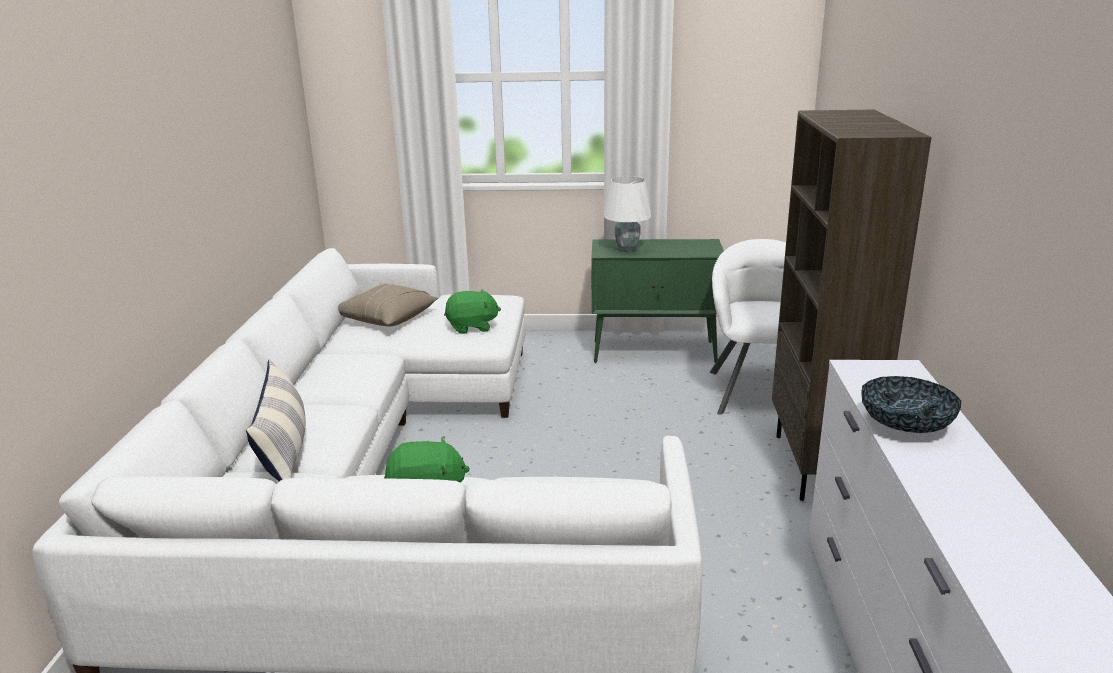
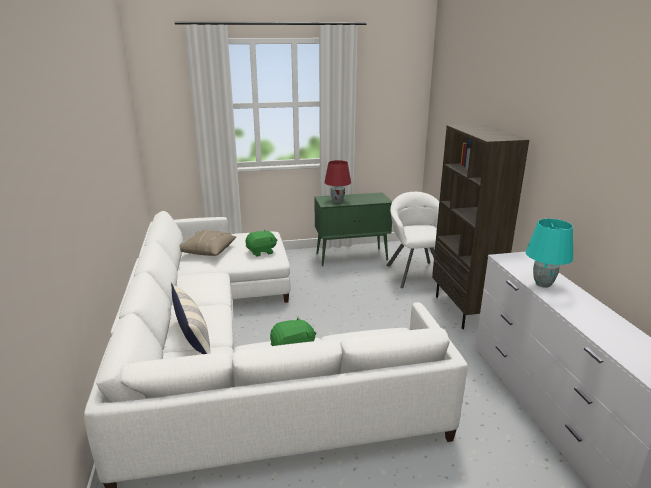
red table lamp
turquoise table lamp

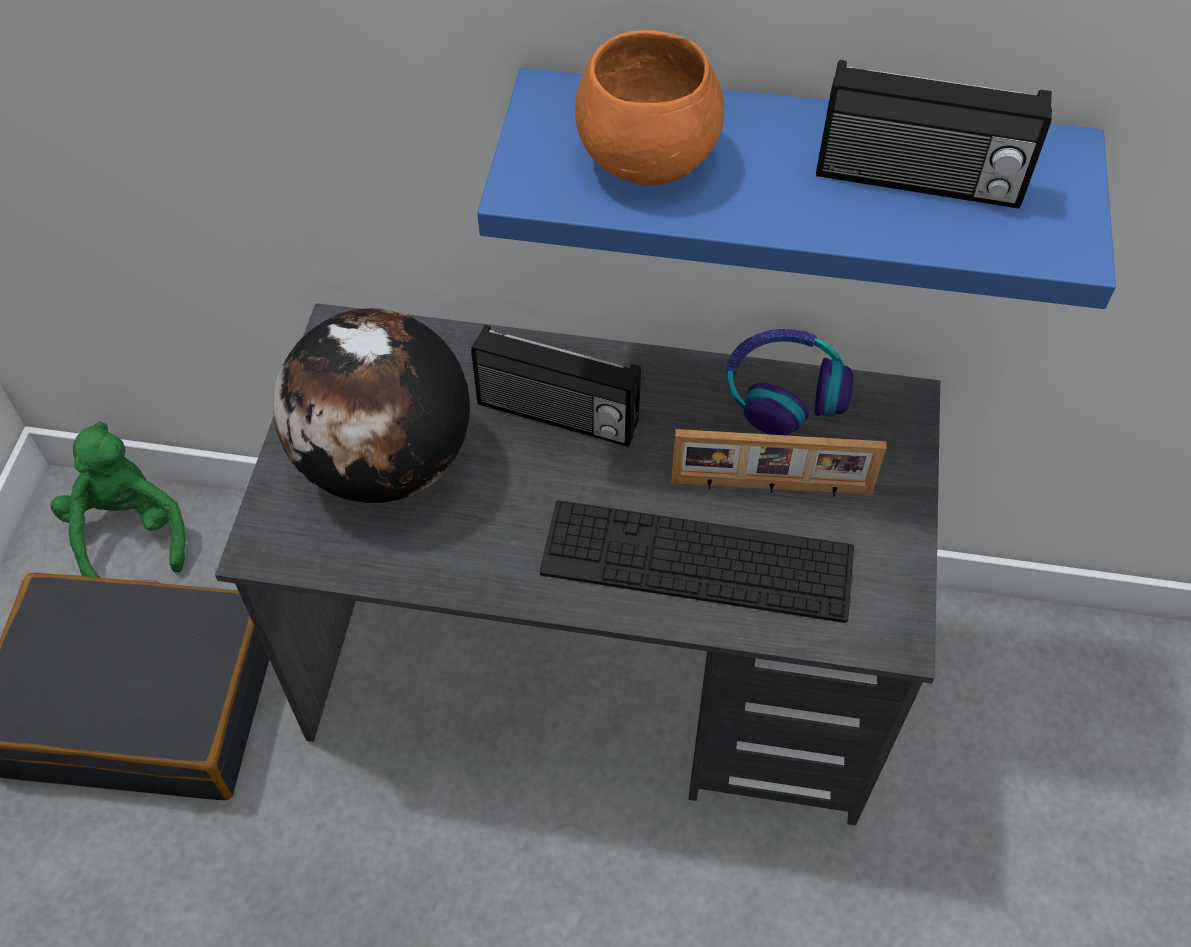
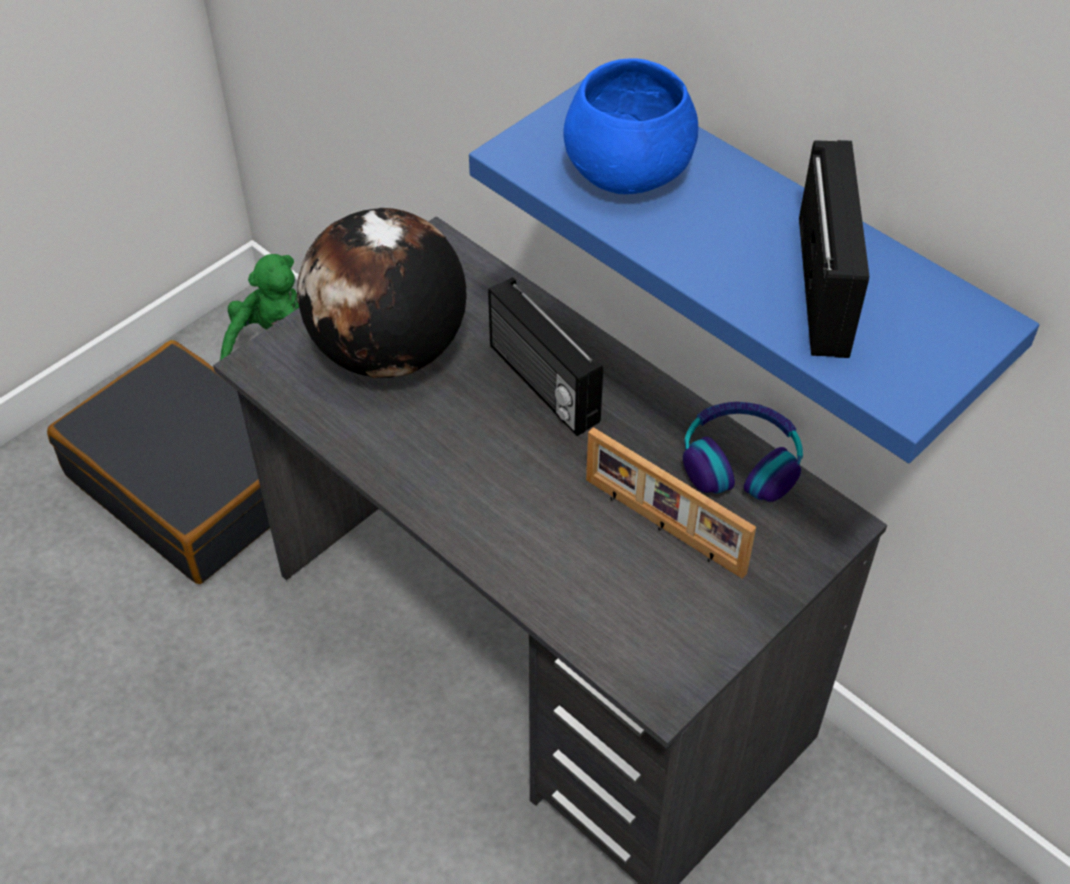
keyboard
blue bowl
radio (no. 2 from left)

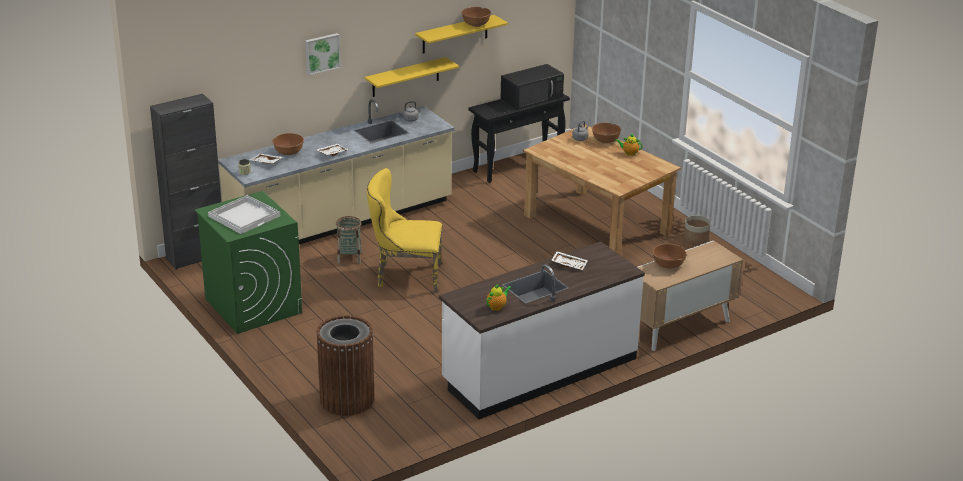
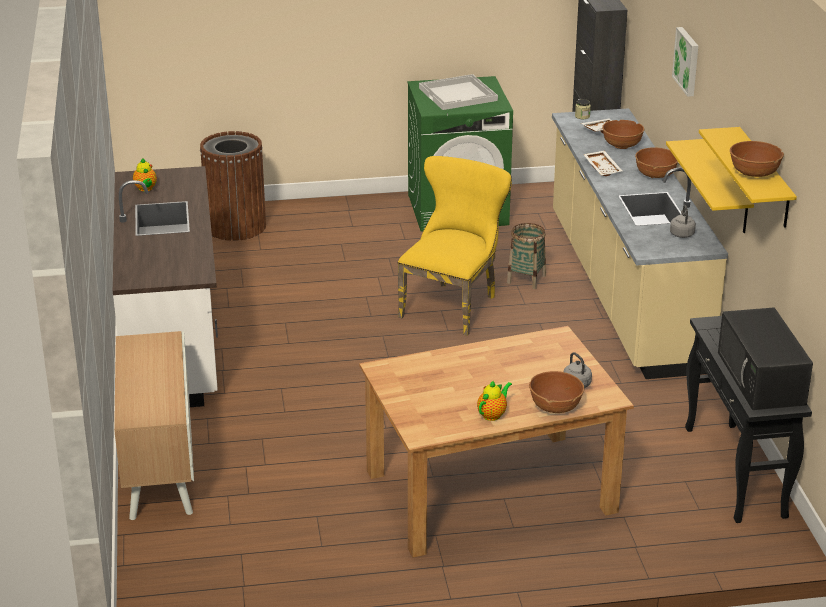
white tray (no. 4 from left in the first image)
brown bowl (no. 3 from left)
planter

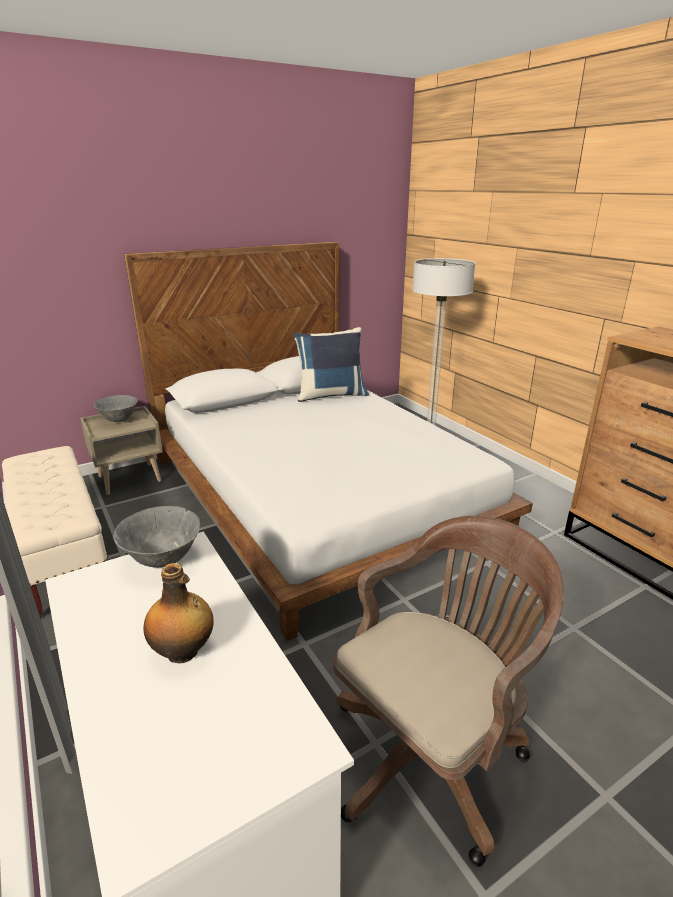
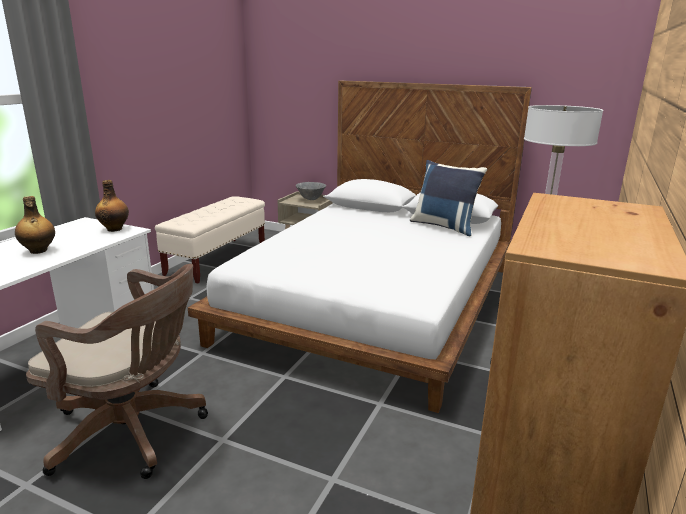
bottle (no. 2 from left)

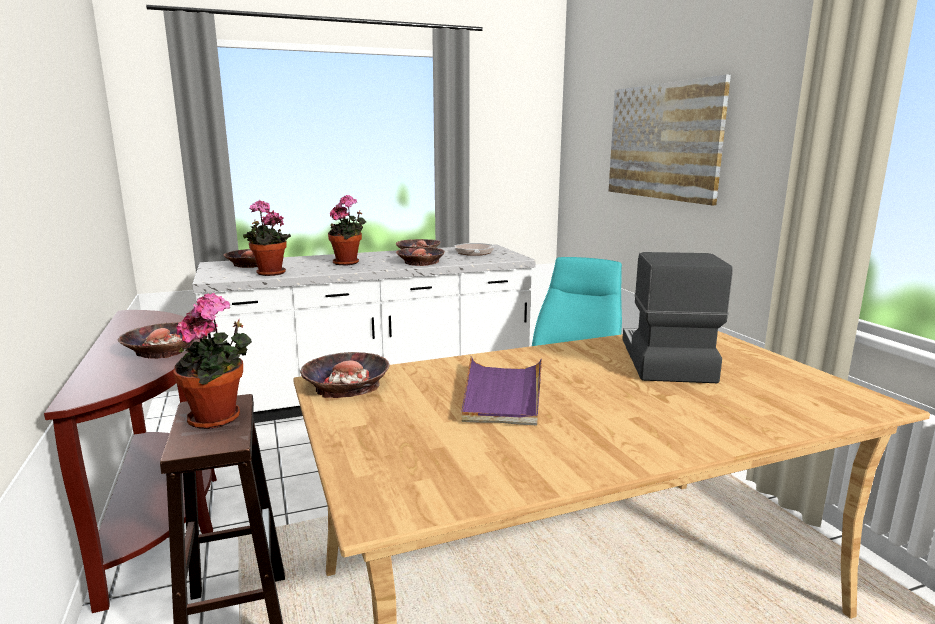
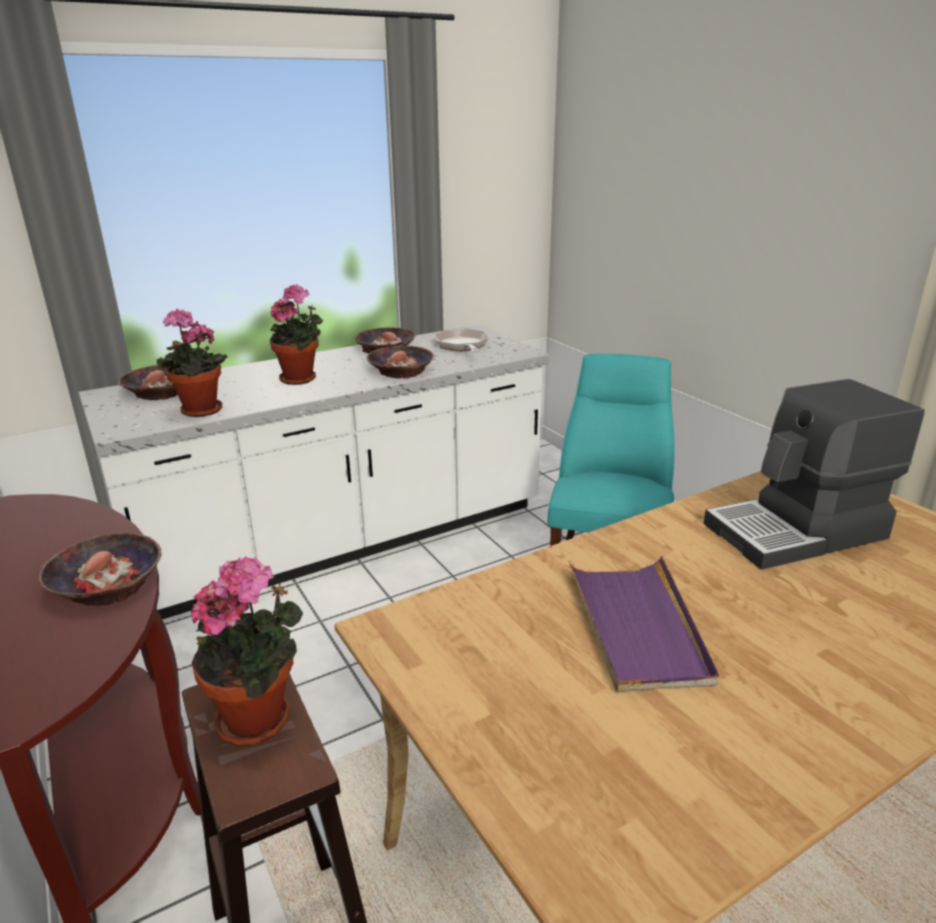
bowl (no. 3 from left in the first image)
picture
coffee machine

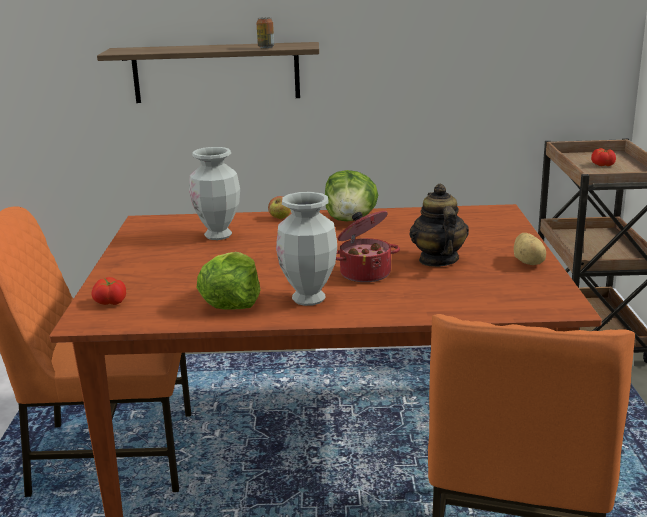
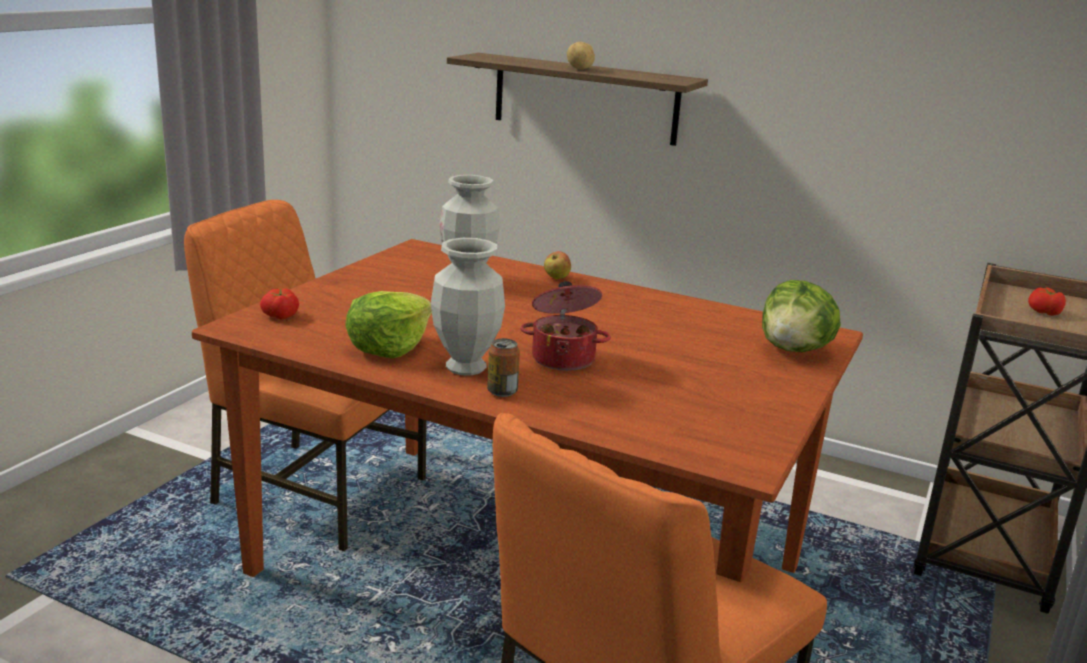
can
lettuce (no. 2 from left)
teapot
potato

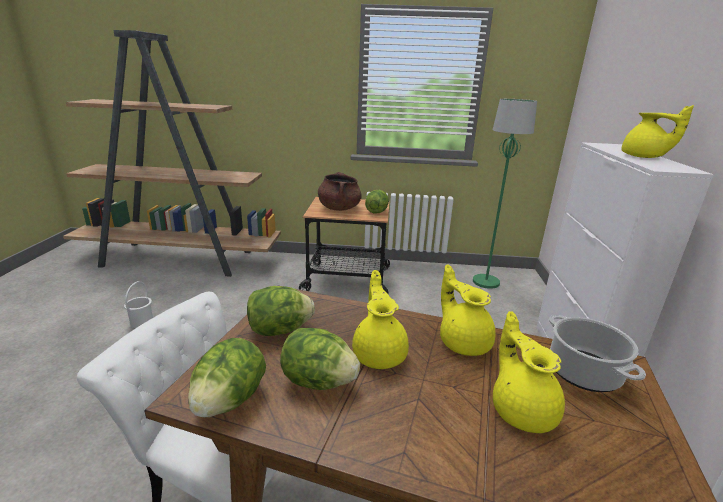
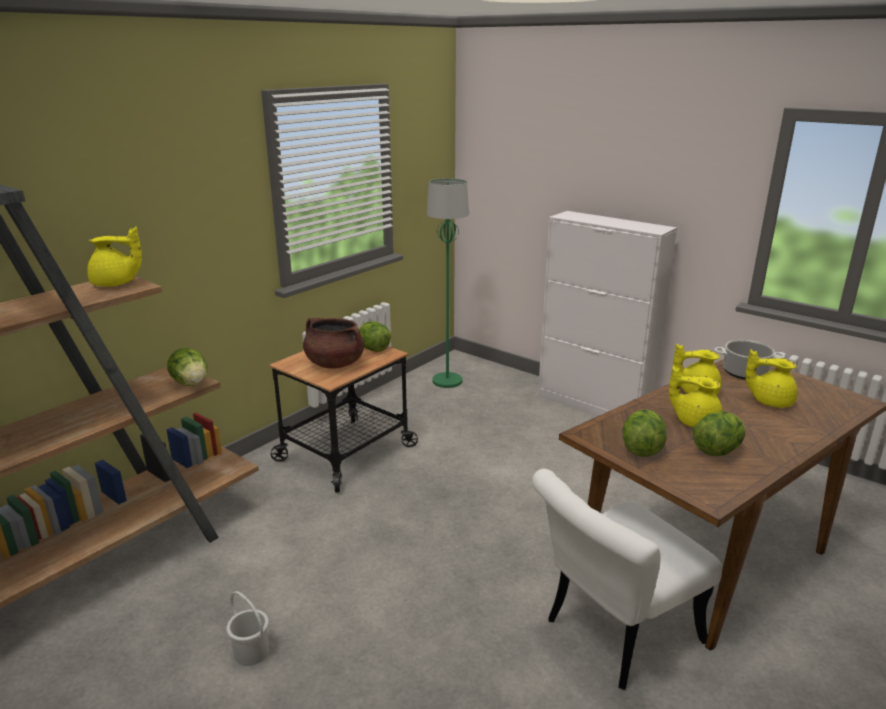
lettuce (no. 1 from left)
yellow teapot (no. 1 from left)

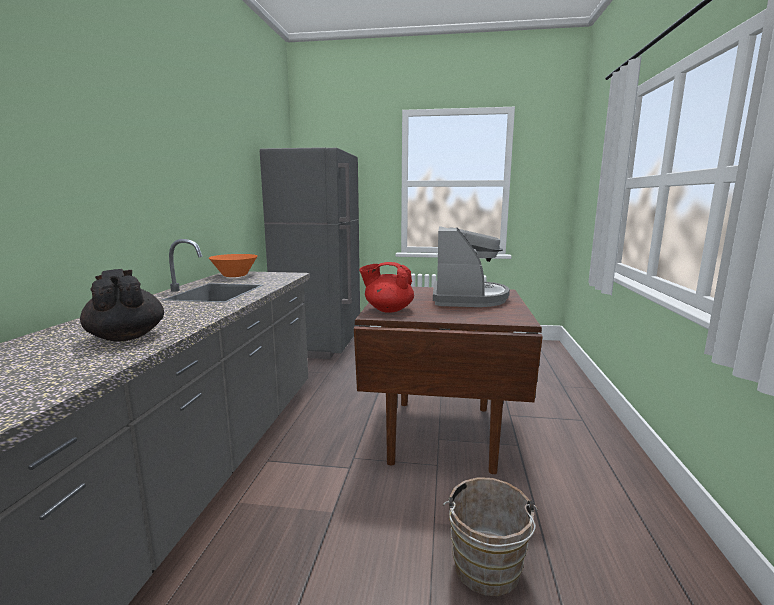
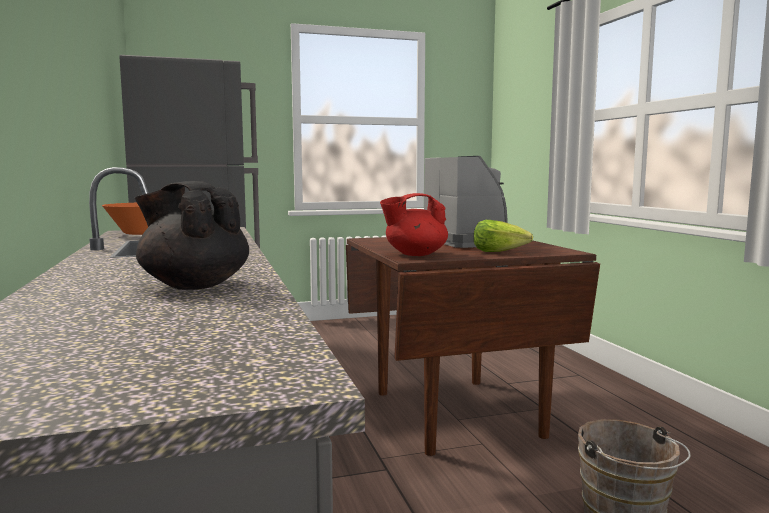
lettuce

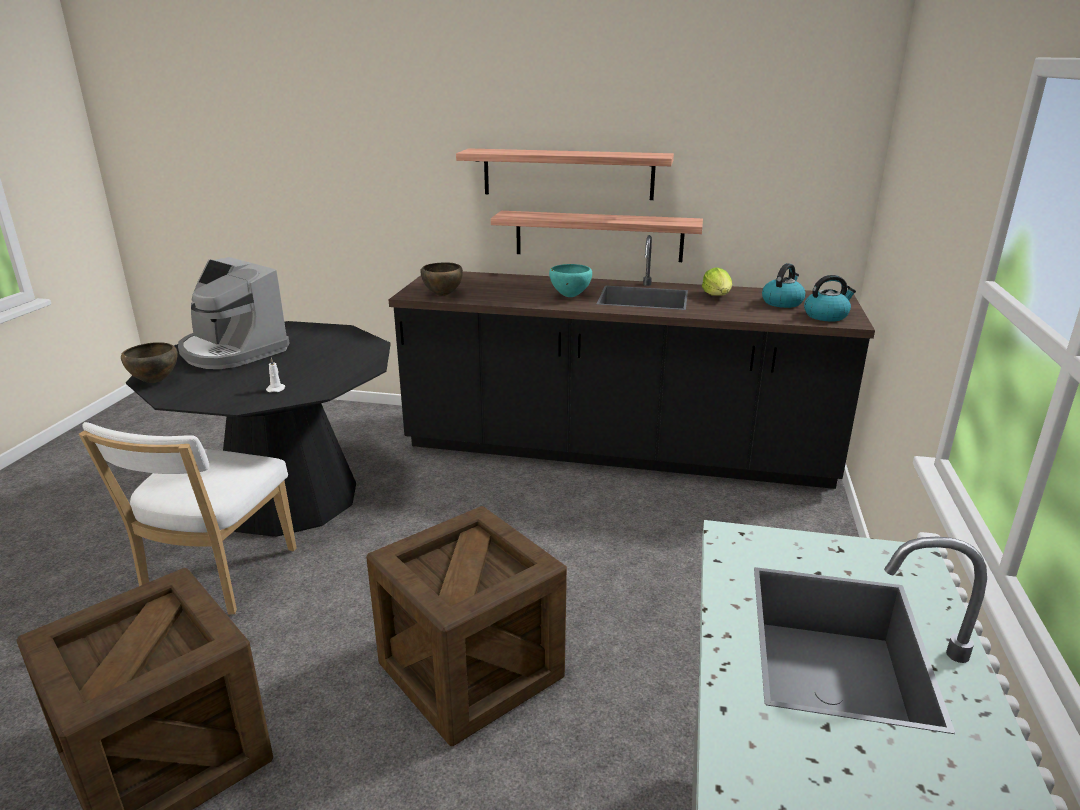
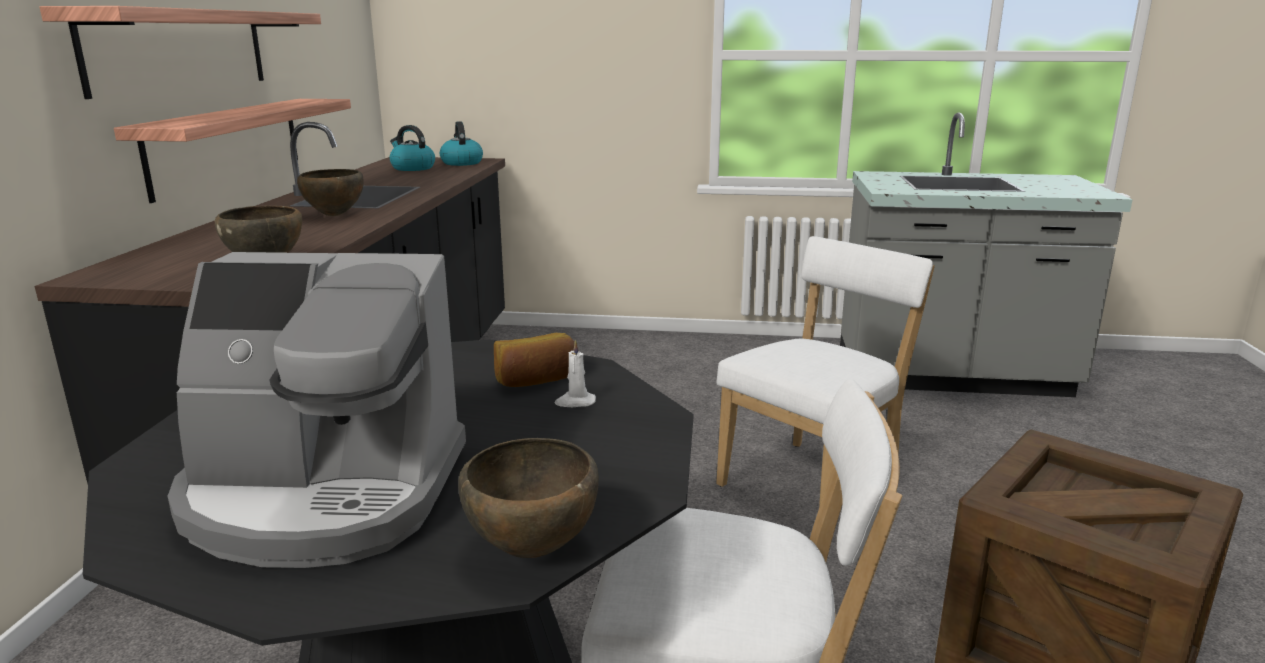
coffee machine
white chair (no. 2 from left)
brown bowl (no. 2 from left)
lettuce
bread

